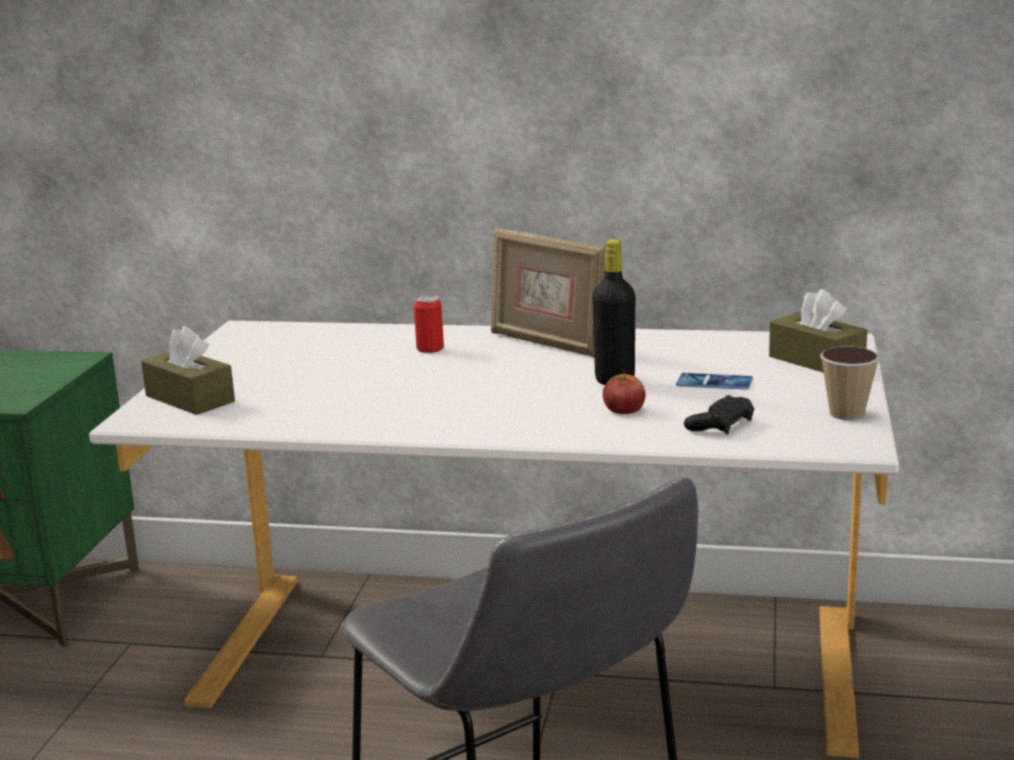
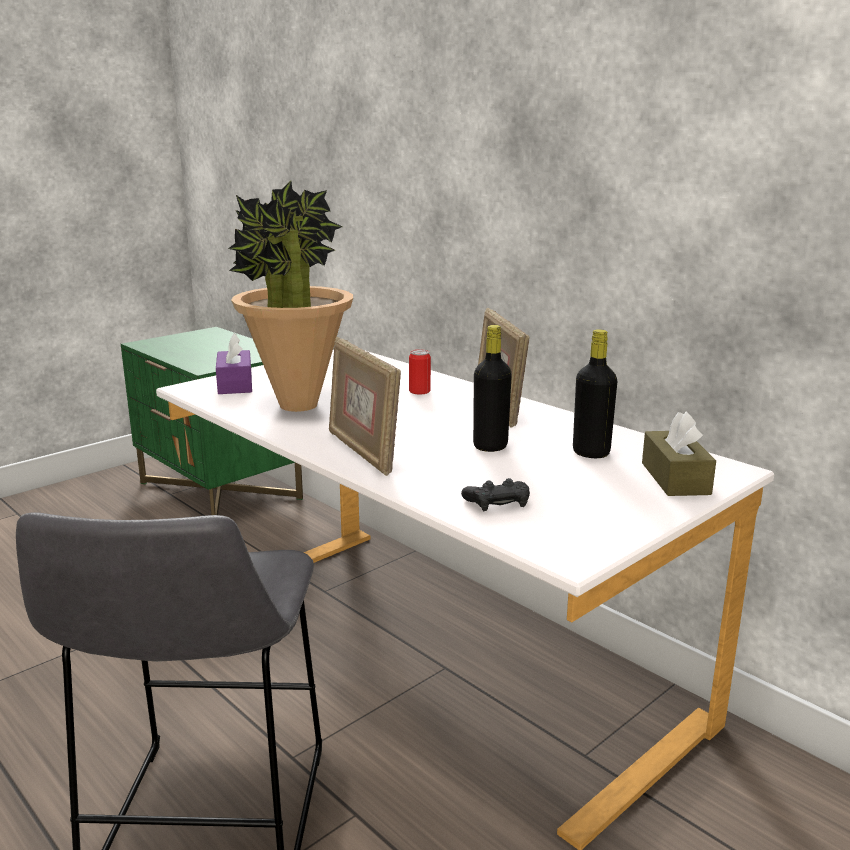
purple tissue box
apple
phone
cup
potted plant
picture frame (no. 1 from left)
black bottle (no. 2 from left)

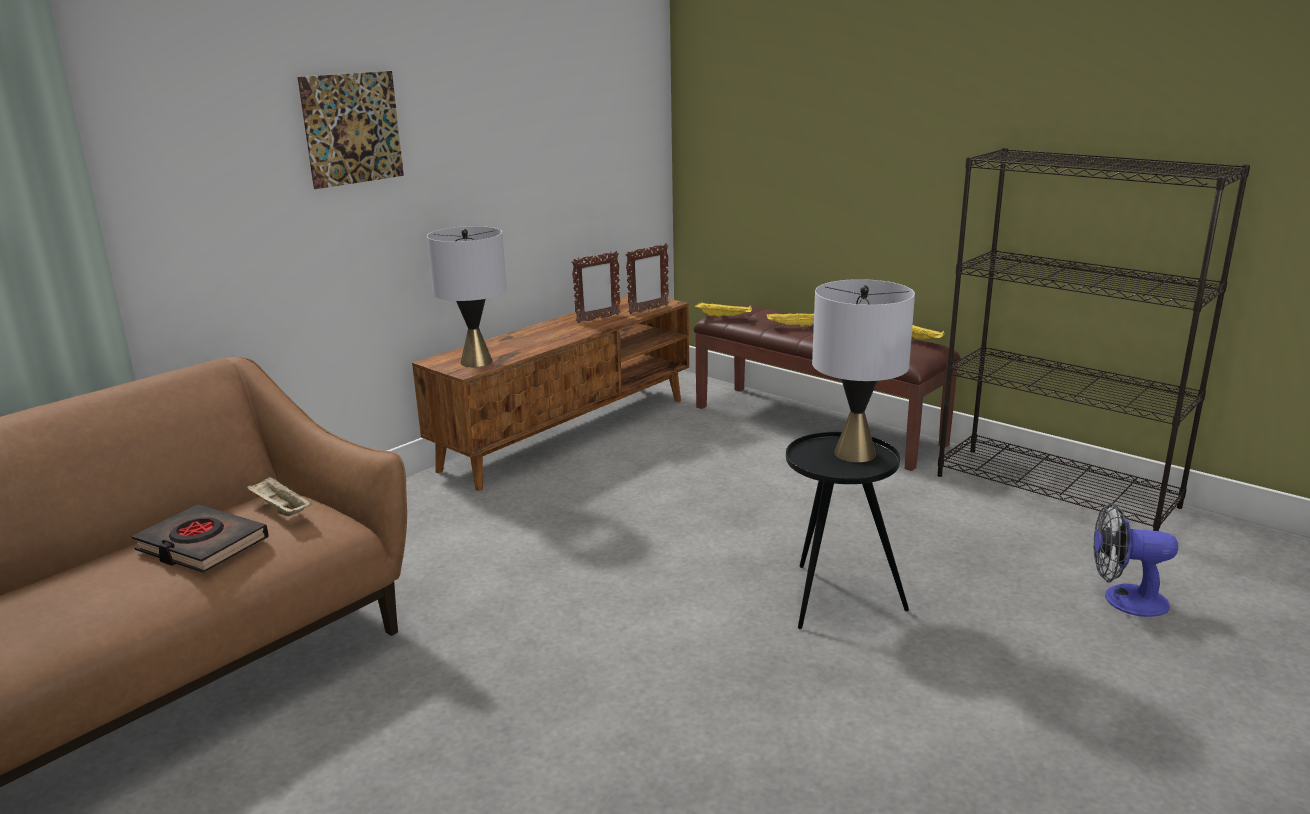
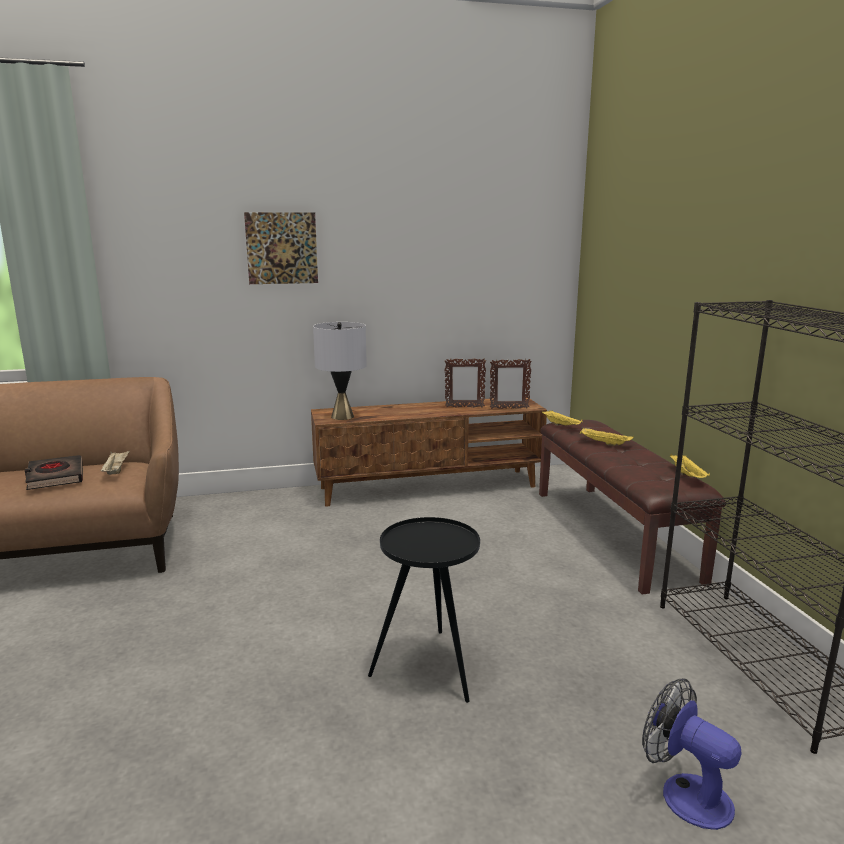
grey table lamp (no. 2 from left in the first image)

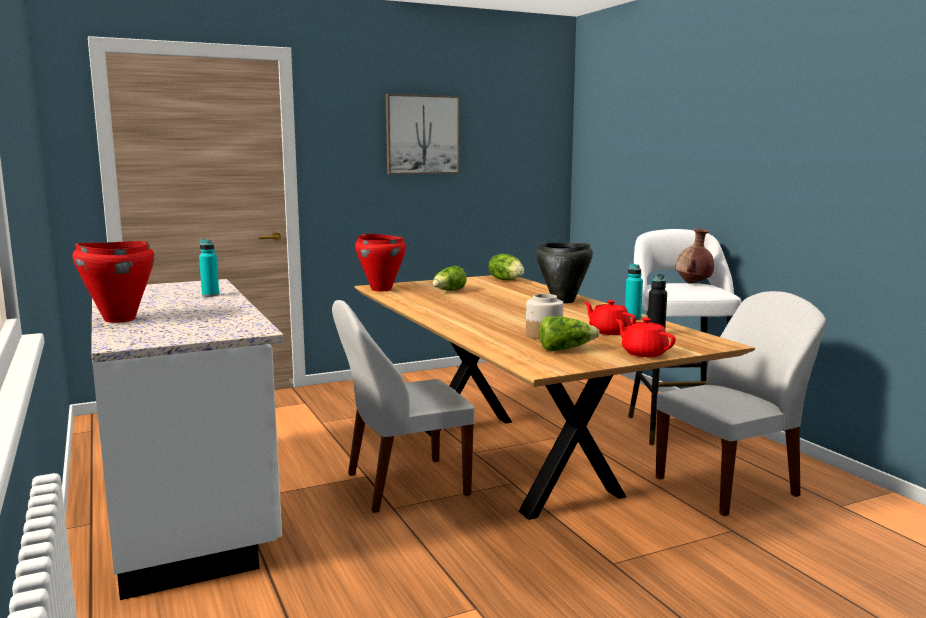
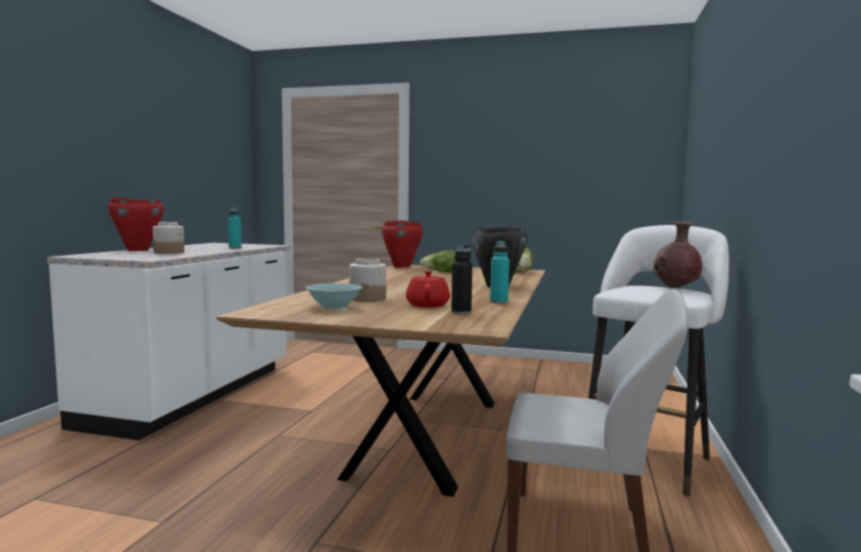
white chair (no. 1 from left in the first image)
picture
turquoise bowl
red teapot (no. 2 from left in the first image)
jar (no. 1 from left)

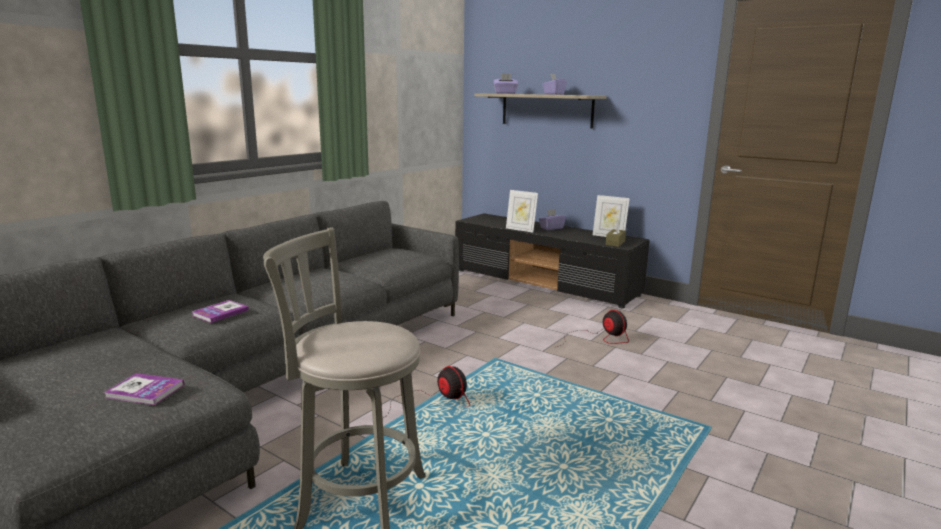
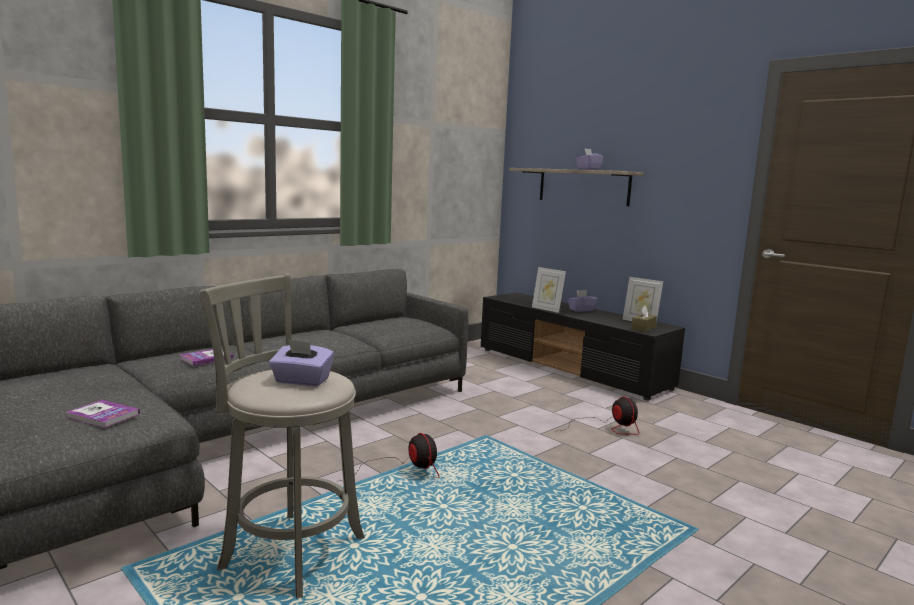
purple tissue box (no. 1 from left)

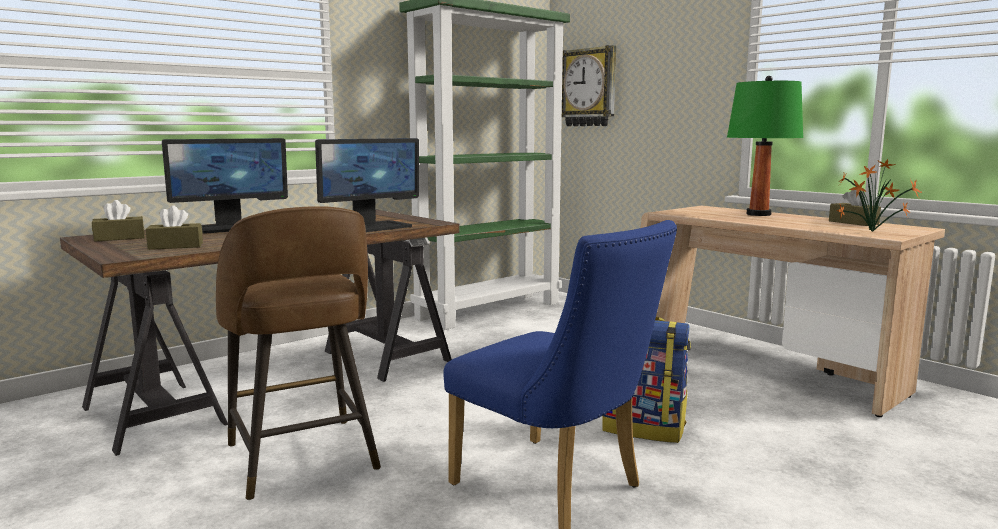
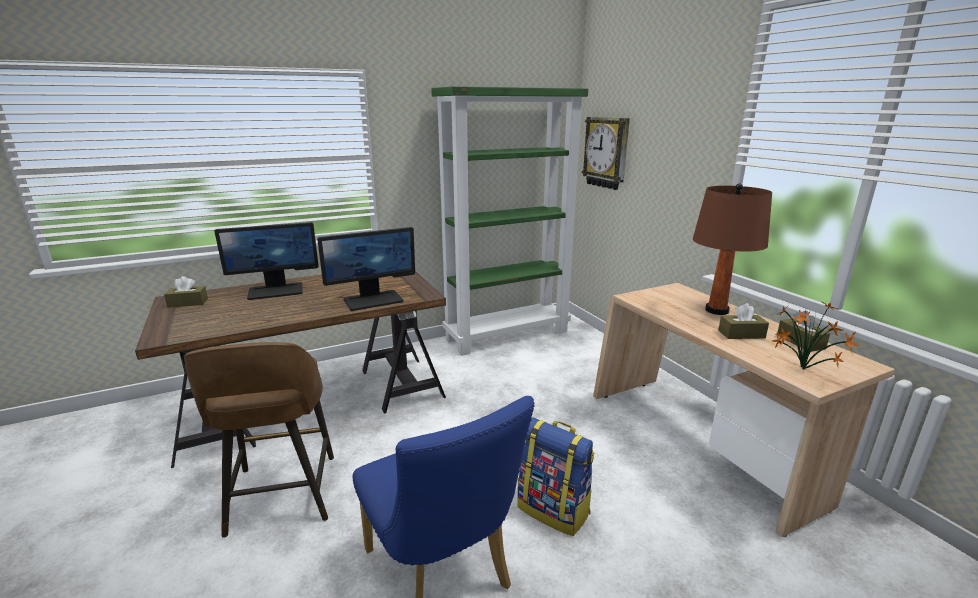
brown tissue box (no. 2 from left)
brown table lamp

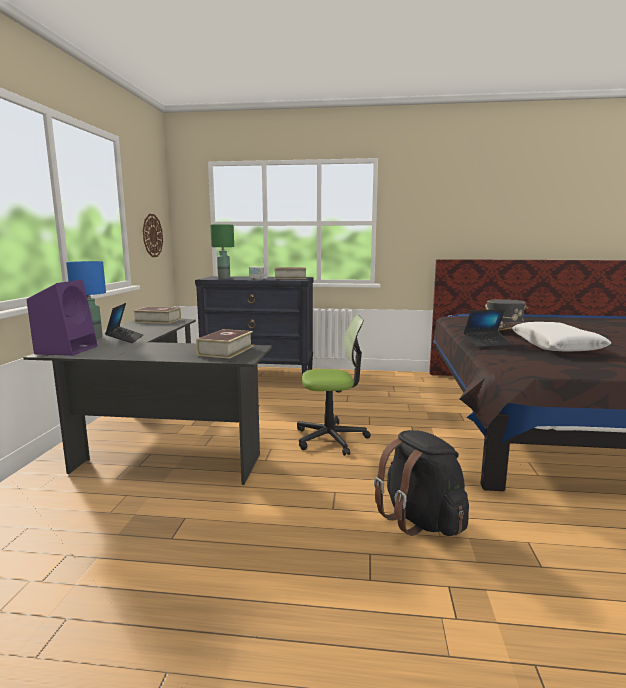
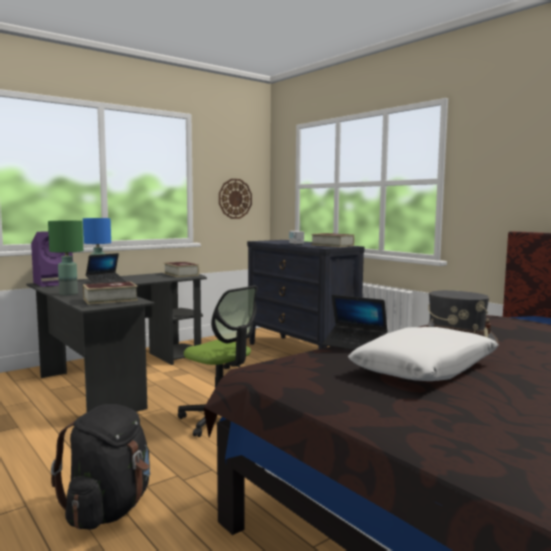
green table lamp

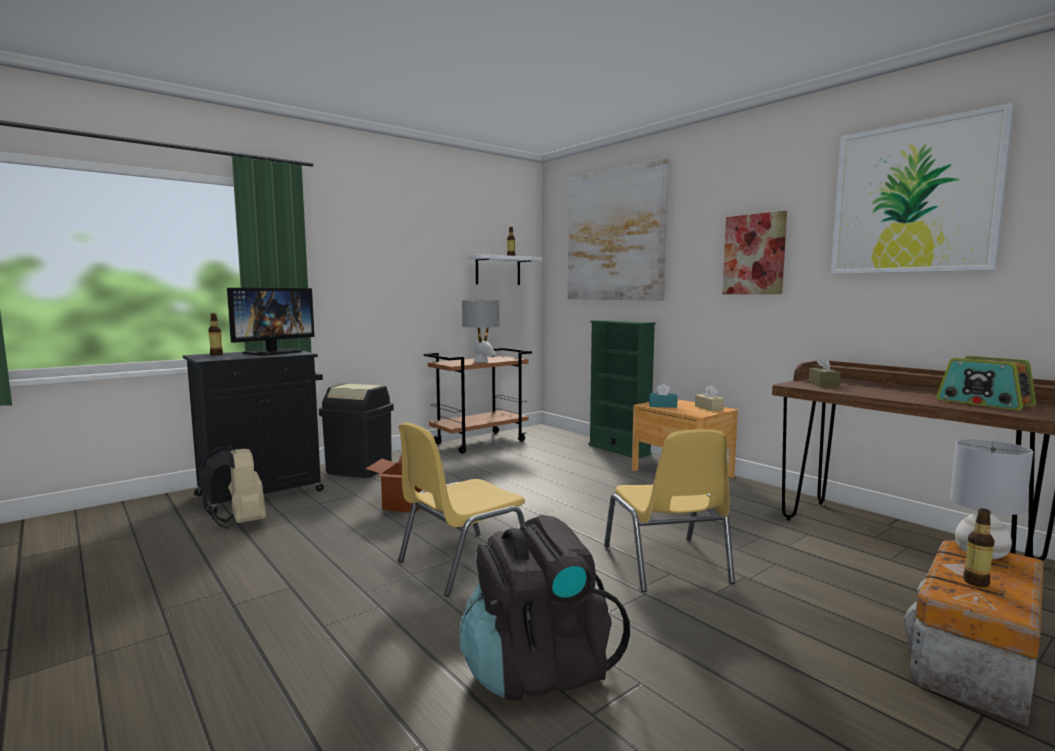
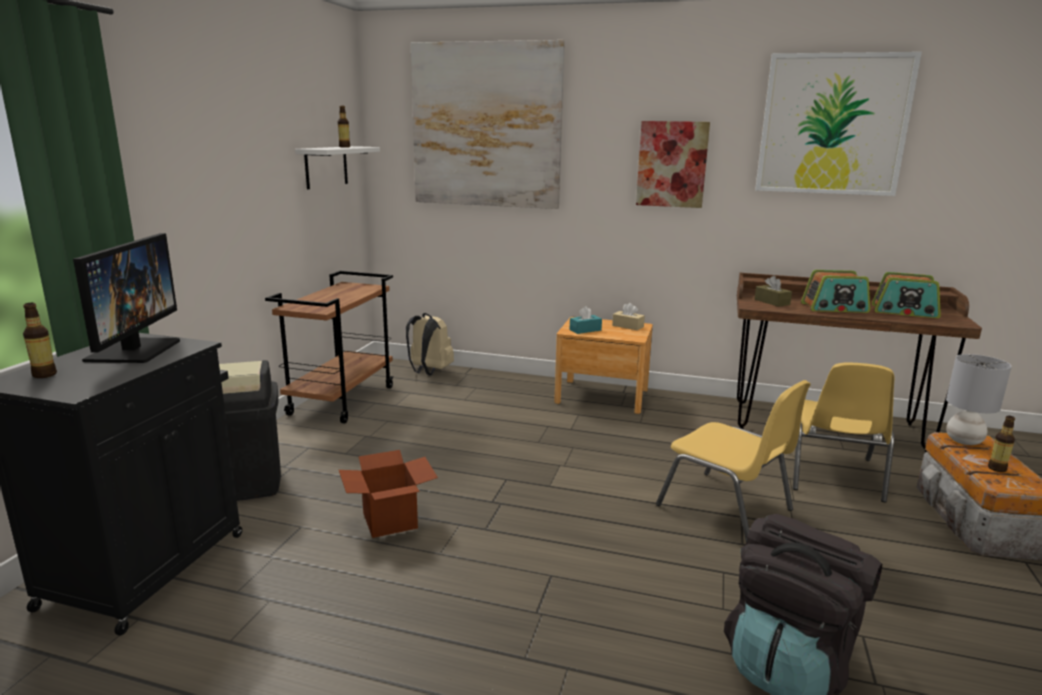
beige backpack
yellow chair (no. 2 from left)
grey table lamp (no. 1 from left in the first image)
green bookcase
radio (no. 1 from left)

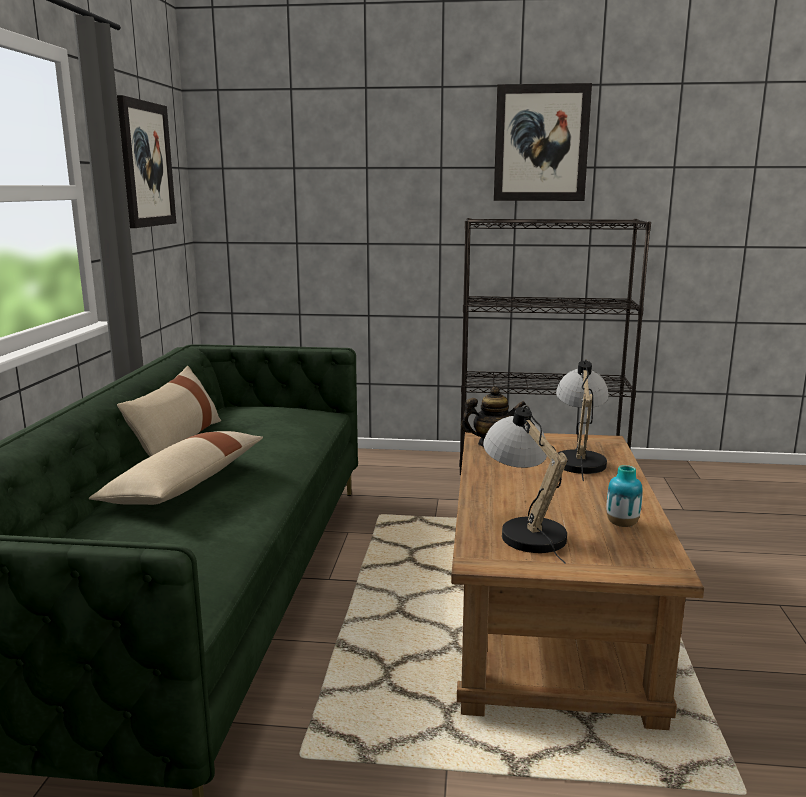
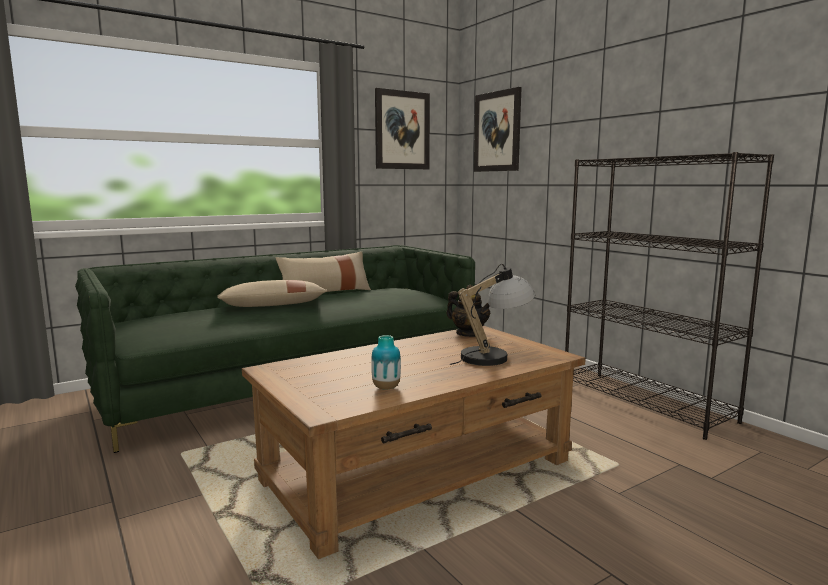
table lamp (no. 1 from left in the first image)
picture (no. 2 from left)

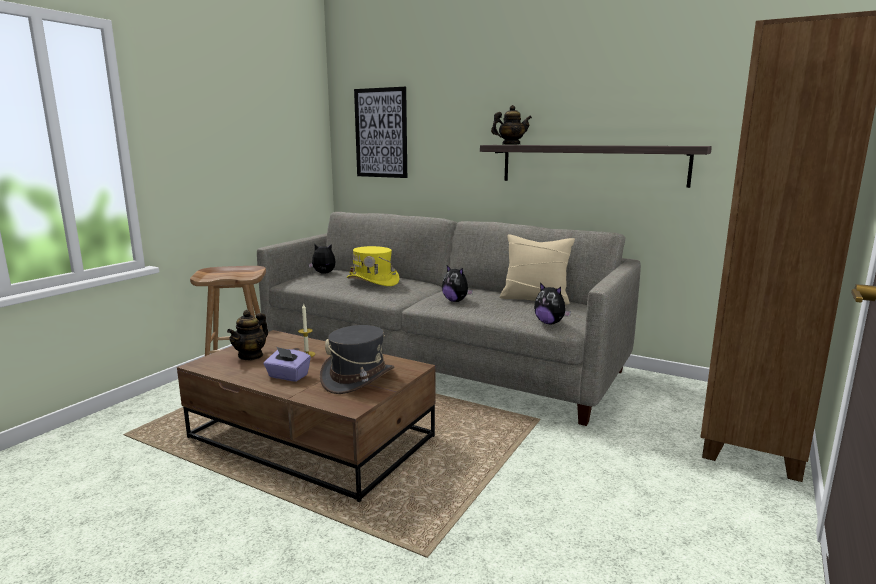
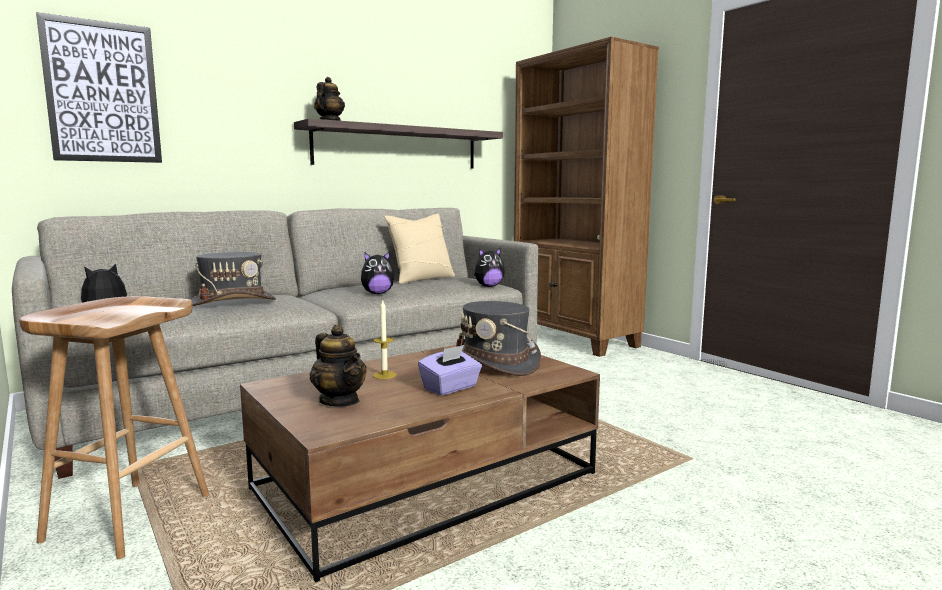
grey hat (no. 1 from left)

